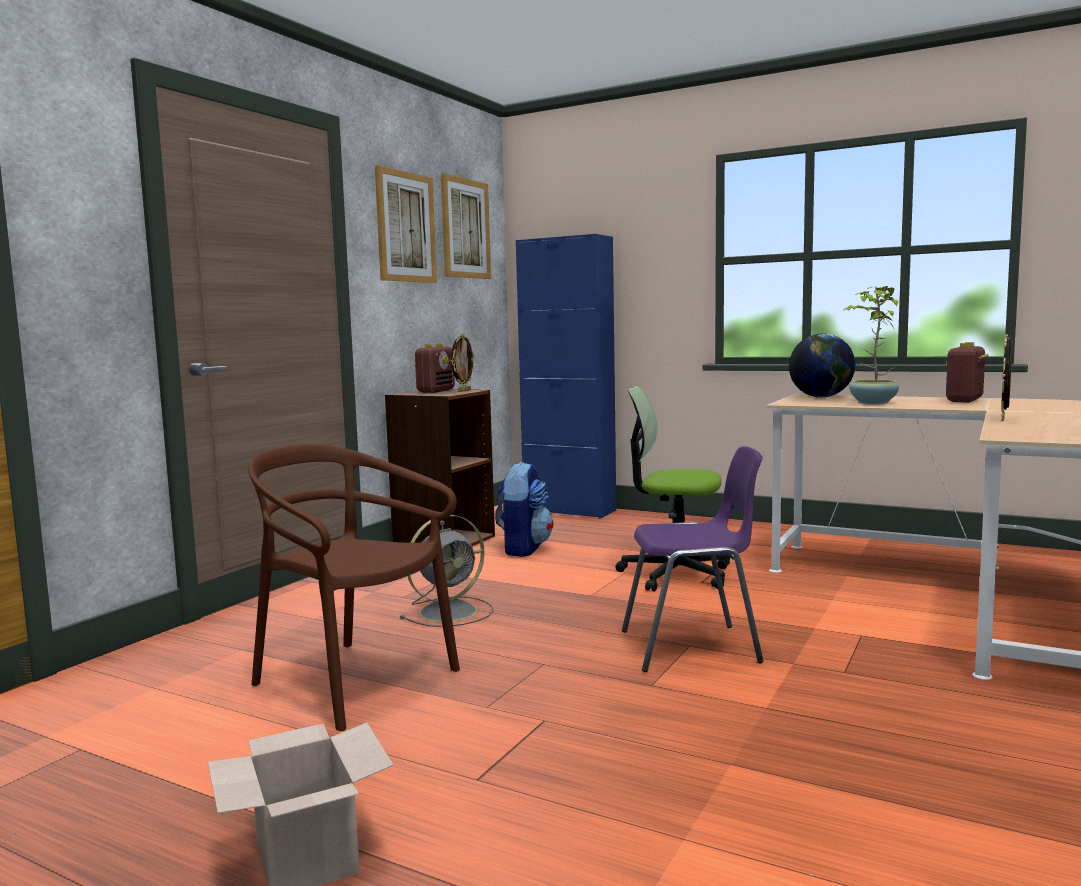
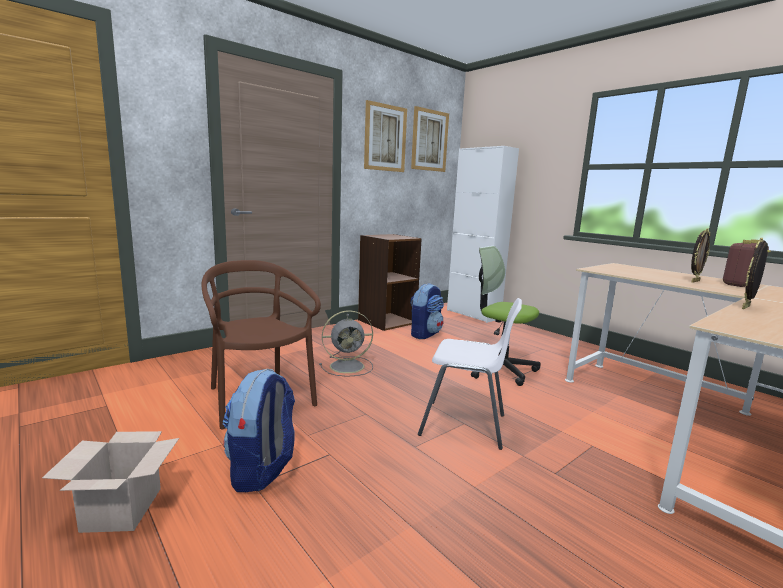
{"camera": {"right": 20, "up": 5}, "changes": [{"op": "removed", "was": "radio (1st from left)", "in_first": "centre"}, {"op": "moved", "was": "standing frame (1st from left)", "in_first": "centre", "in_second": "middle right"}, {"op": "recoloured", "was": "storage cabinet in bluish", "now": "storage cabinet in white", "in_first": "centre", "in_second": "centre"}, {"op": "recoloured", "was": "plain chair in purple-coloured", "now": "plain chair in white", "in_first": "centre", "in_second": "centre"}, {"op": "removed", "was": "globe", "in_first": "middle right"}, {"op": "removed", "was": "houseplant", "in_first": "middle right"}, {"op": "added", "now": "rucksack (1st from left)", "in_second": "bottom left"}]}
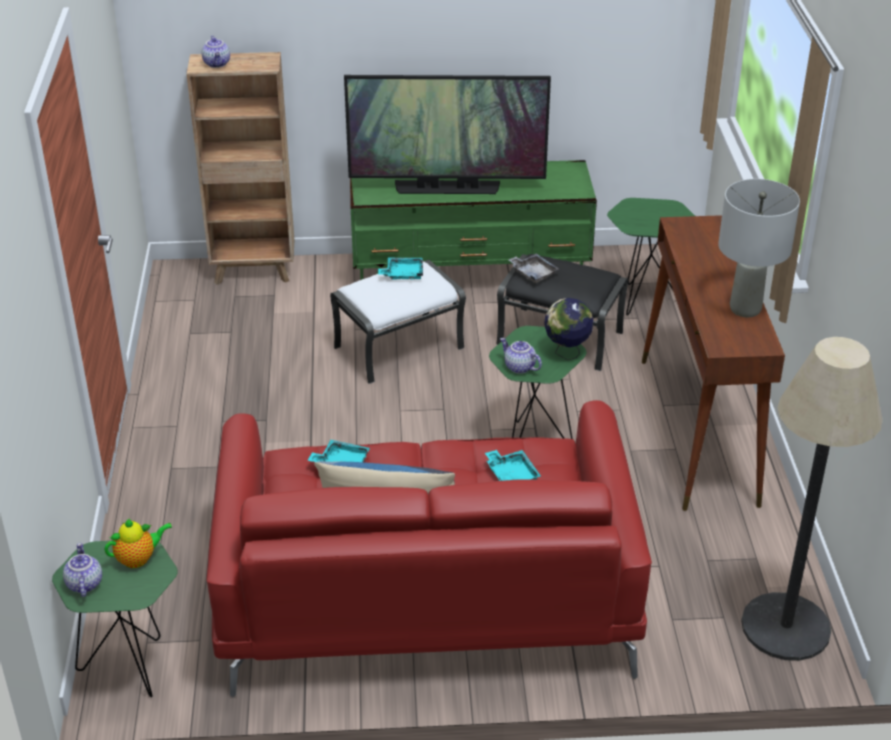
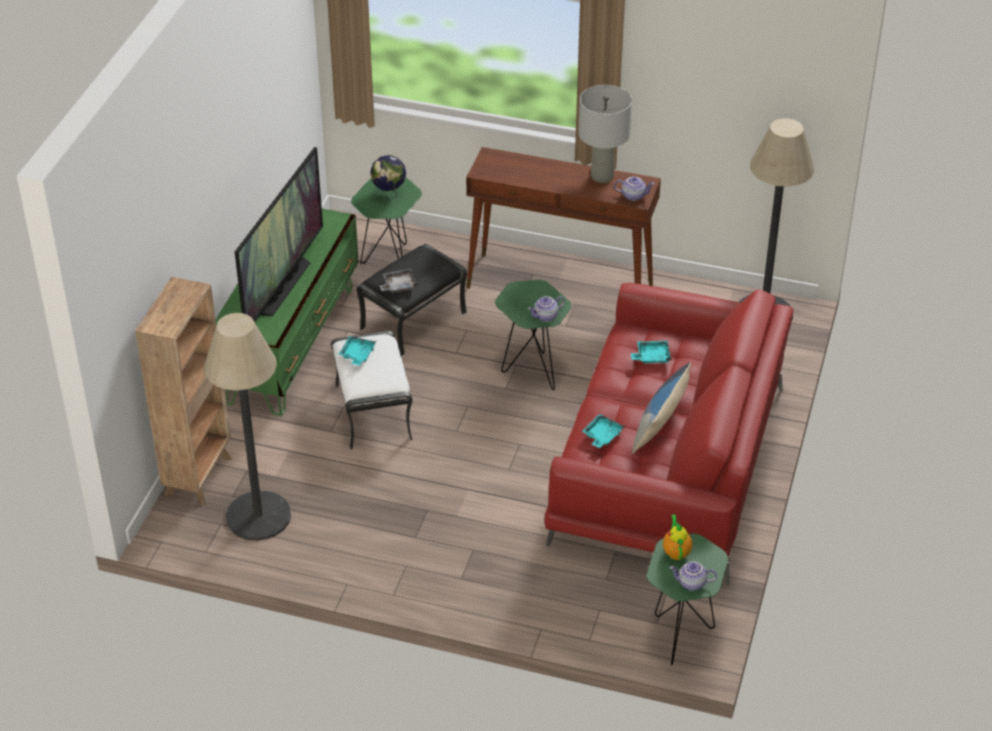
{"camera": {"right": -70, "up": 5}, "changes": [{"op": "moved", "was": "teapot (3rd from left in the first image)", "now": "teapot (2nd from left)", "in_first": "top left", "in_second": "top centre"}, {"op": "moved", "was": "globe", "in_first": "centre", "in_second": "top centre"}, {"op": "added", "now": "standard lamp (1st from left)", "in_second": "middle left"}]}
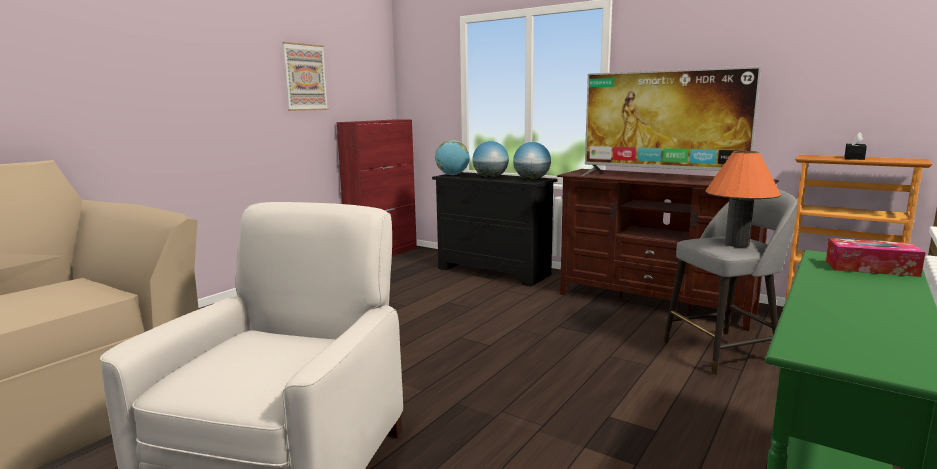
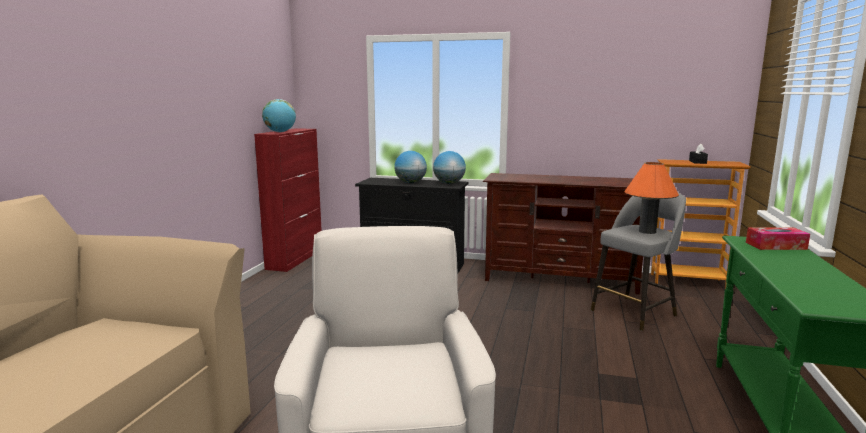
{"camera": {"right": -20, "up": 0}, "changes": [{"op": "removed", "was": "picture", "in_first": "top left"}, {"op": "moved", "was": "globe (1st from left)", "in_first": "centre", "in_second": "top left"}, {"op": "removed", "was": "TV set", "in_first": "top right"}]}
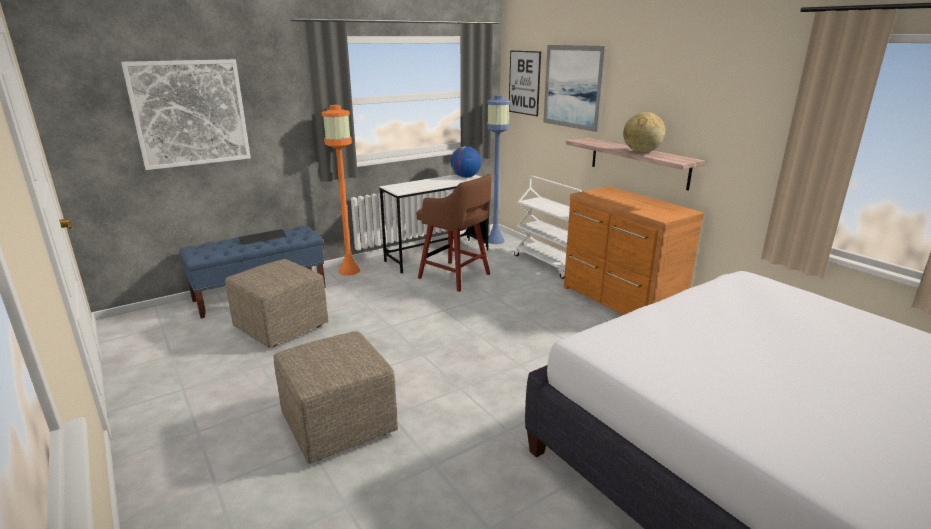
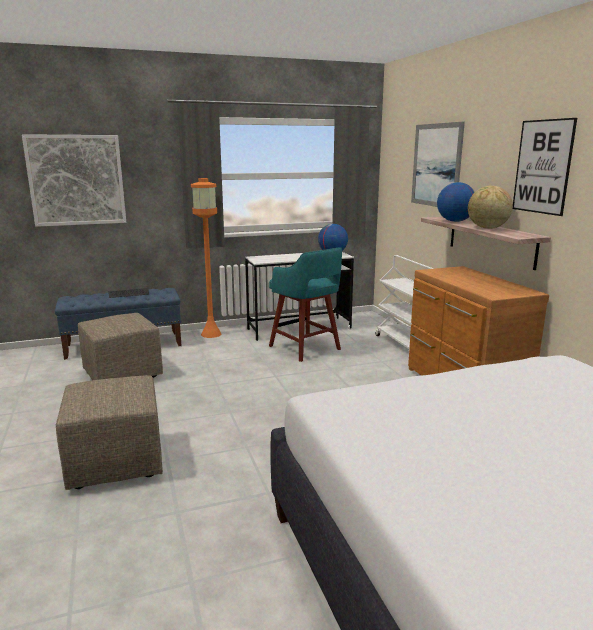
{"camera": {"right": 15, "up": -5}, "changes": [{"op": "recoloured", "was": "stool seat in brown-coloured", "now": "stool seat in turquoise", "in_first": "centre", "in_second": "centre"}, {"op": "removed", "was": "standard lamp in bluish", "in_first": "top centre"}, {"op": "moved", "was": "picture (2nd from left in the first image)", "now": "picture (3rd from left)", "in_first": "top centre", "in_second": "top right"}, {"op": "added", "now": "globe (2nd from left)", "in_second": "top right"}]}
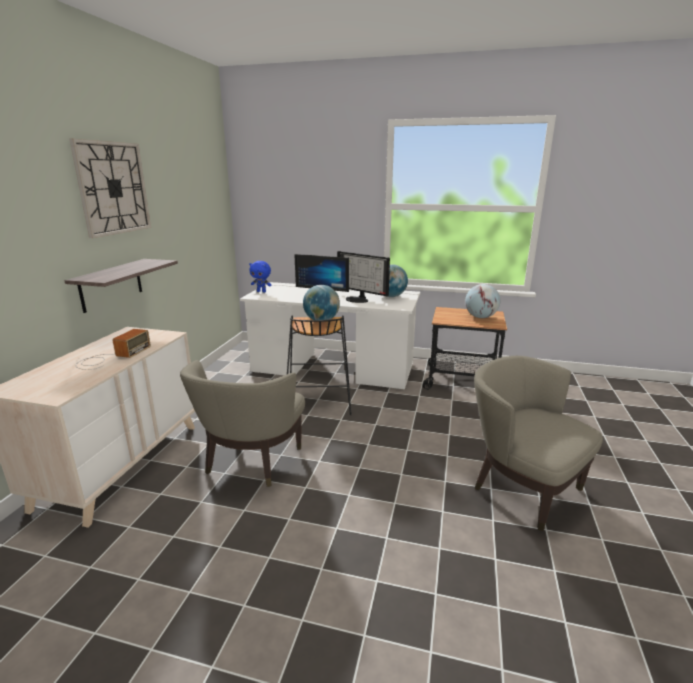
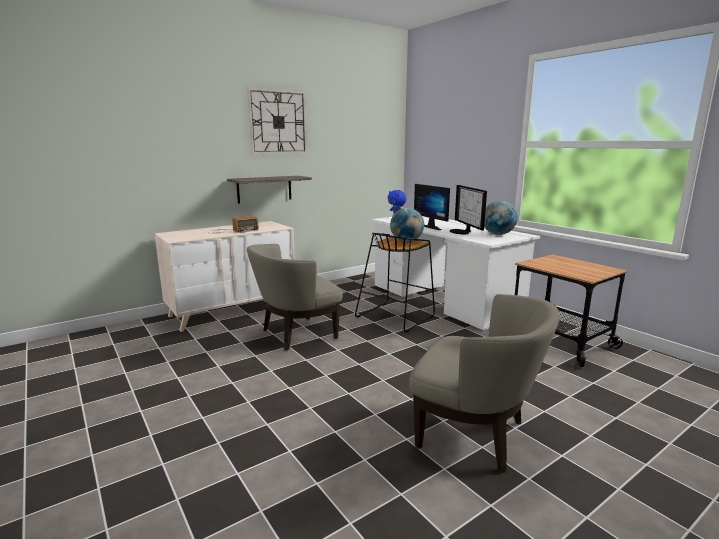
{"camera": {"right": 40, "up": -5}, "changes": [{"op": "removed", "was": "globe (3rd from left)", "in_first": "middle right"}, {"op": "turned", "was": "armchair in beige-coloured (2nd from left)", "in_first": "middle right", "in_second": "bottom right", "clockwise": 120}]}
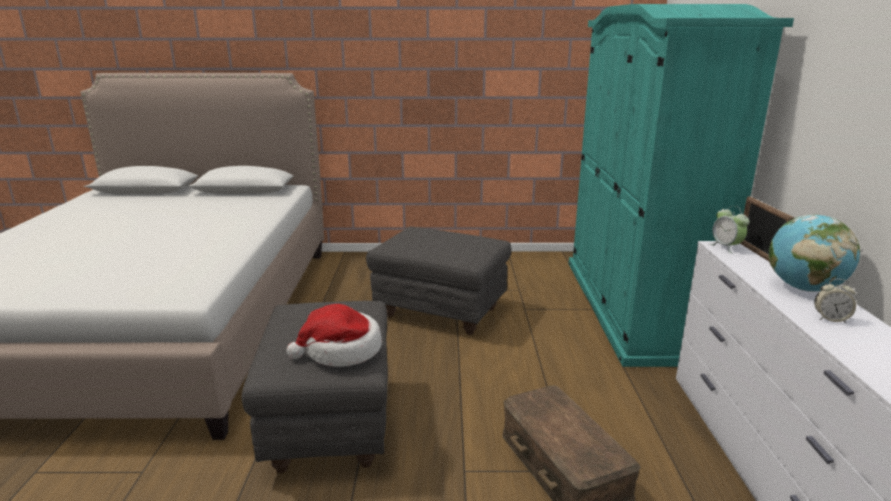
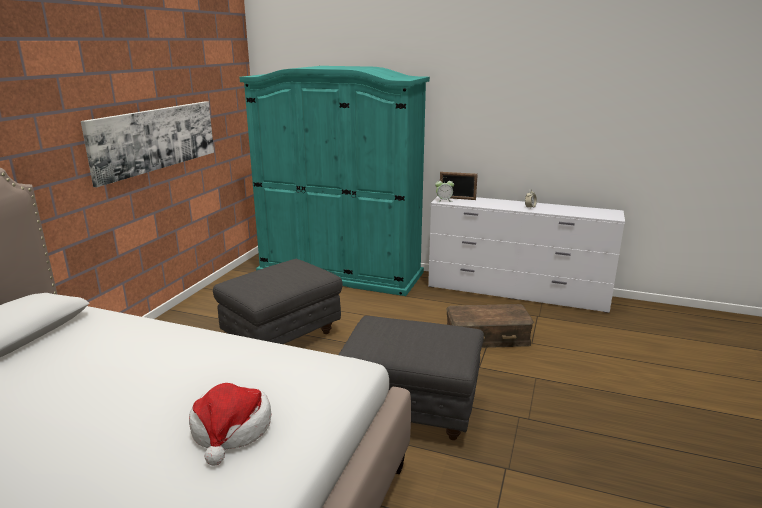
{"camera": {"right": -70, "up": 0}, "changes": [{"op": "moved", "was": "hat", "in_first": "bottom centre", "in_second": "bottom left"}, {"op": "removed", "was": "globe", "in_first": "middle right"}, {"op": "added", "now": "picture", "in_second": "top left"}]}
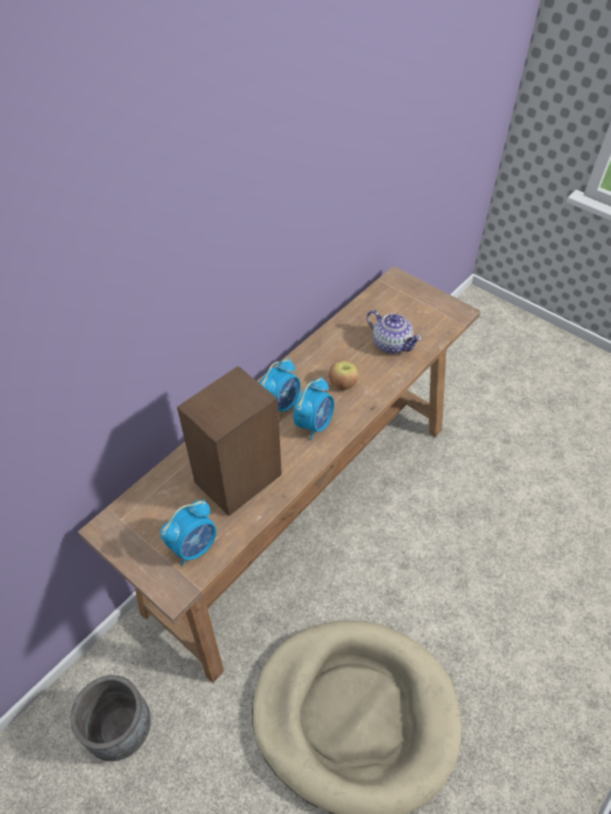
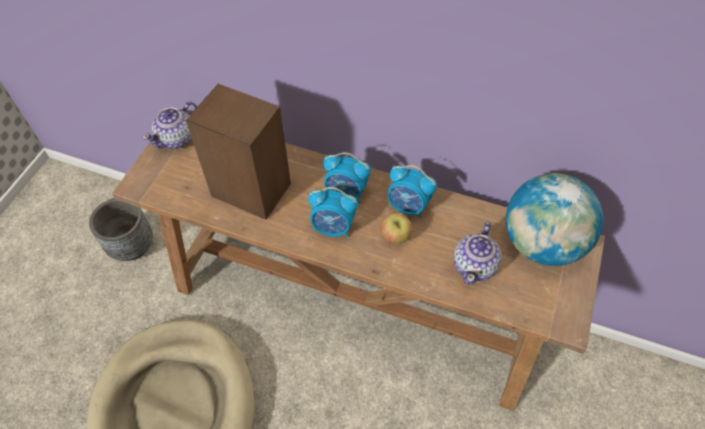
{"camera": {"right": 70, "up": 5}, "changes": [{"op": "moved", "was": "bedside clock (1st from left in the first image)", "now": "bedside clock (3rd from left)", "in_first": "middle left", "in_second": "centre"}, {"op": "added", "now": "teapot (1st from left)", "in_second": "top left"}, {"op": "added", "now": "globe", "in_second": "middle right"}]}
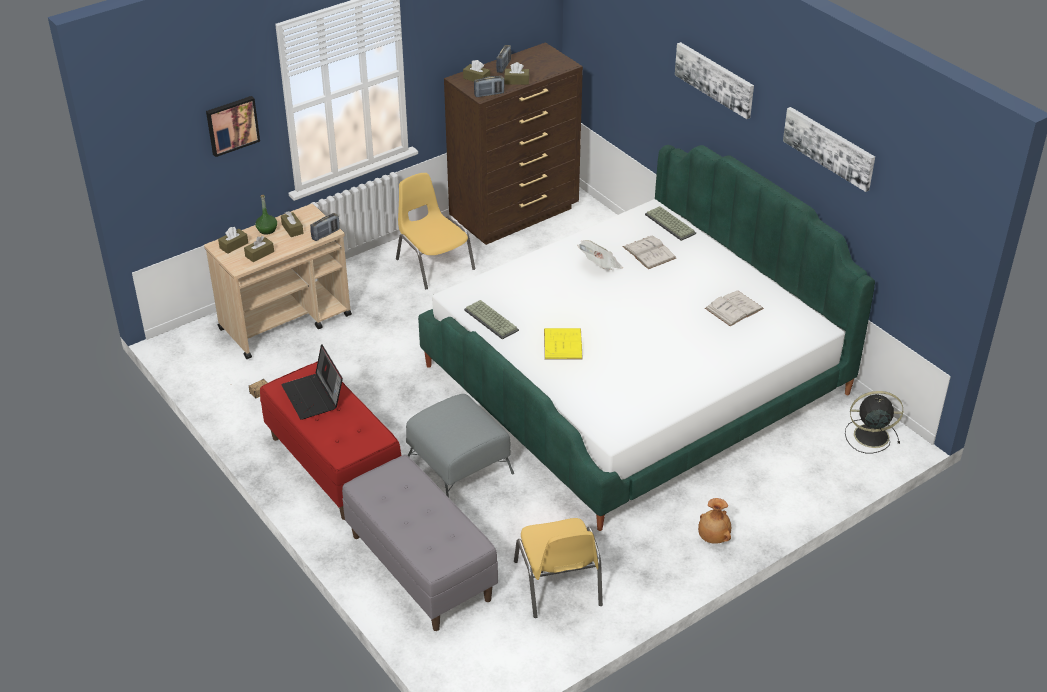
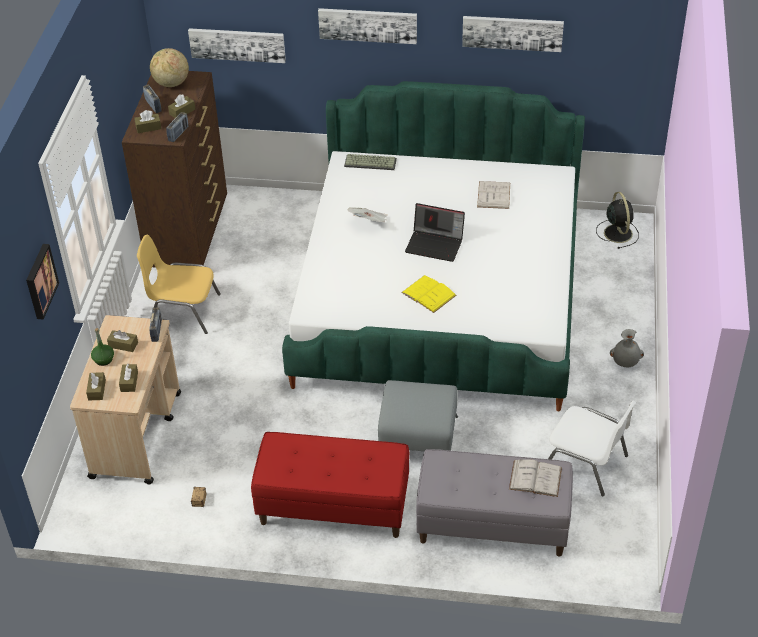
{"camera": {"right": -45, "up": 5}, "changes": [{"op": "moved", "was": "laptop", "in_first": "middle left", "in_second": "centre"}, {"op": "removed", "was": "PC keyboard (1st from left)", "in_first": "centre"}, {"op": "recoloured", "was": "plain chair in yellow (2nd from left)", "now": "plain chair in white", "in_first": "bottom centre", "in_second": "bottom right"}, {"op": "moved", "was": "book in white (1st from left in the first image)", "now": "book in white (2nd from left)", "in_first": "centre", "in_second": "bottom right"}, {"op": "recoloured", "was": "decorative vase in brown-coloured", "now": "decorative vase in gray", "in_first": "bottom right", "in_second": "middle right"}, {"op": "turned", "was": "fan in black-coloured", "in_first": "middle right", "in_second": "middle right", "clockwise": 120}, {"op": "added", "now": "globe", "in_second": "top left"}, {"op": "added", "now": "picture (2nd from left)", "in_second": "top left"}]}
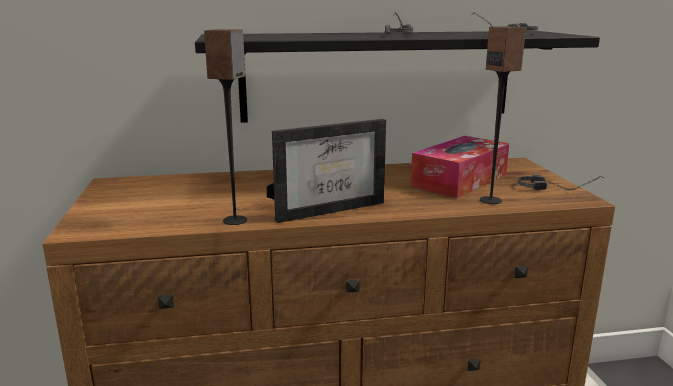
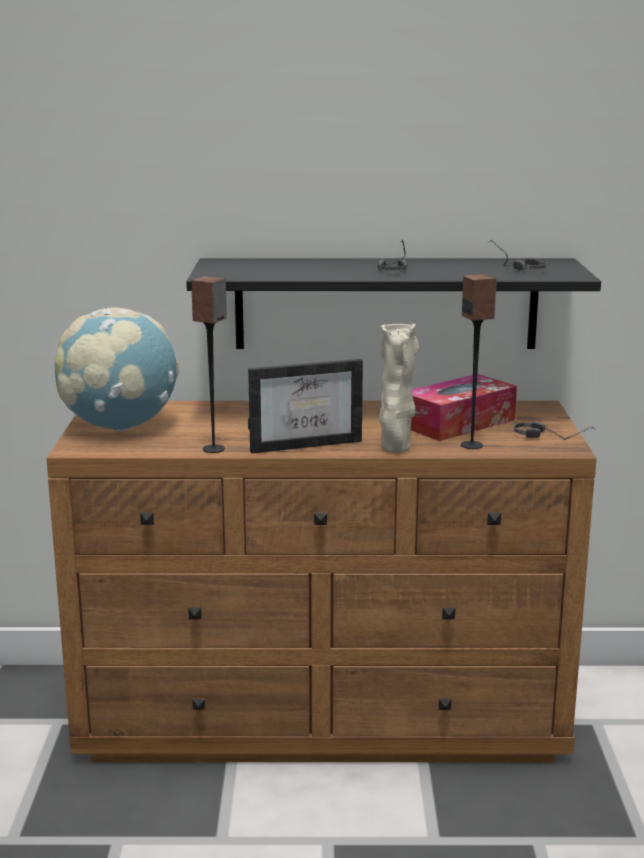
{"camera": {"right": 10, "up": 0}, "changes": [{"op": "added", "now": "globe", "in_second": "middle left"}, {"op": "added", "now": "decorative vase in beige-coloured", "in_second": "centre"}]}
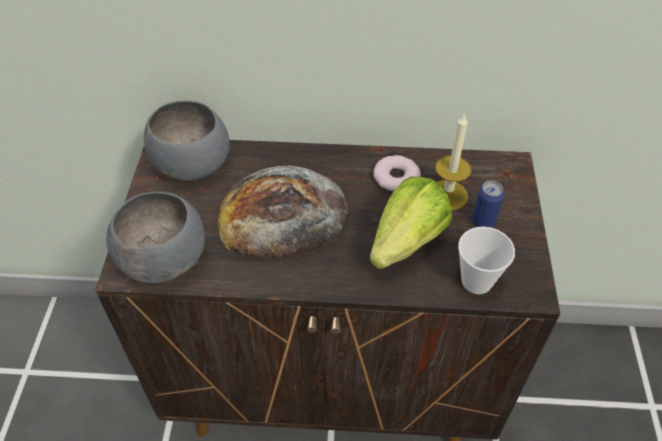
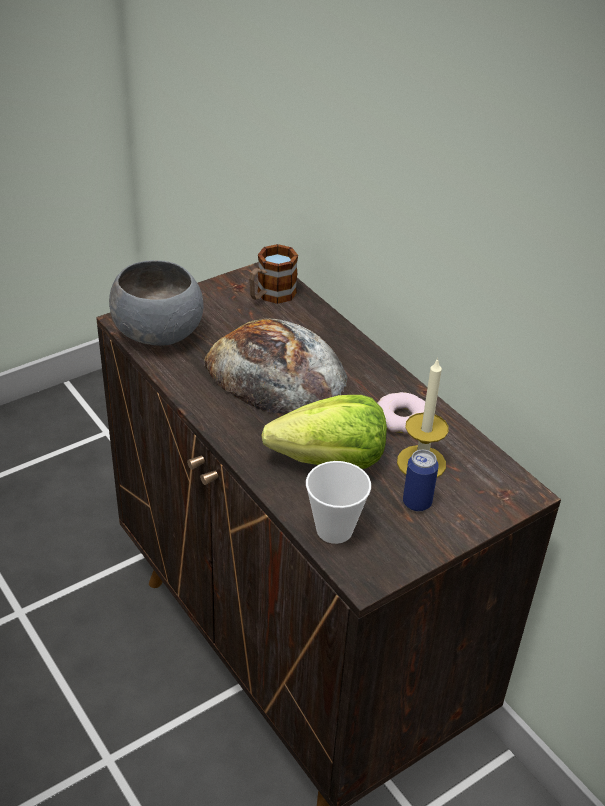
{"camera": {"right": 50, "up": -10}, "changes": [{"op": "replaced", "was": "serving bowl in gray (2nd from left)", "now": "coffee mug", "in_first": "top left", "in_second": "centre"}]}
